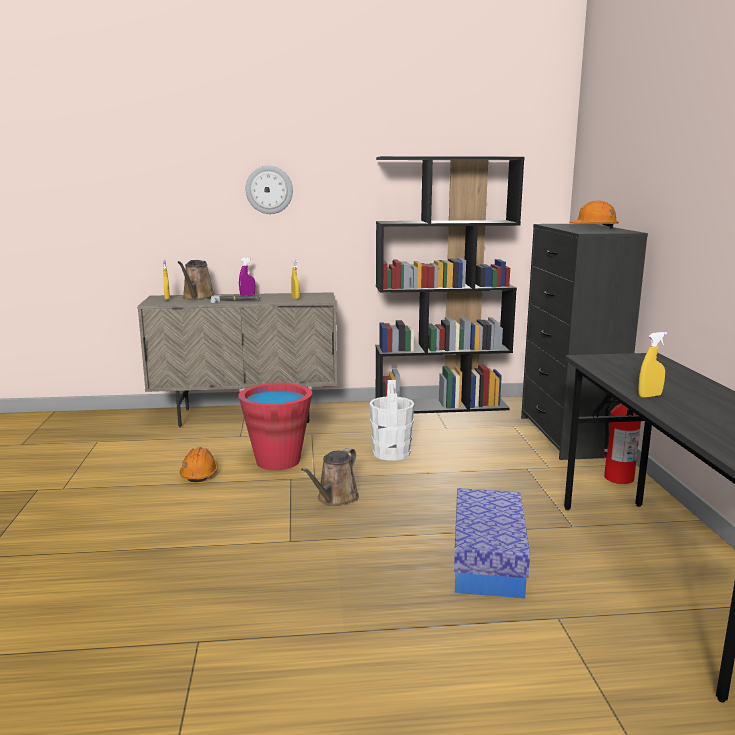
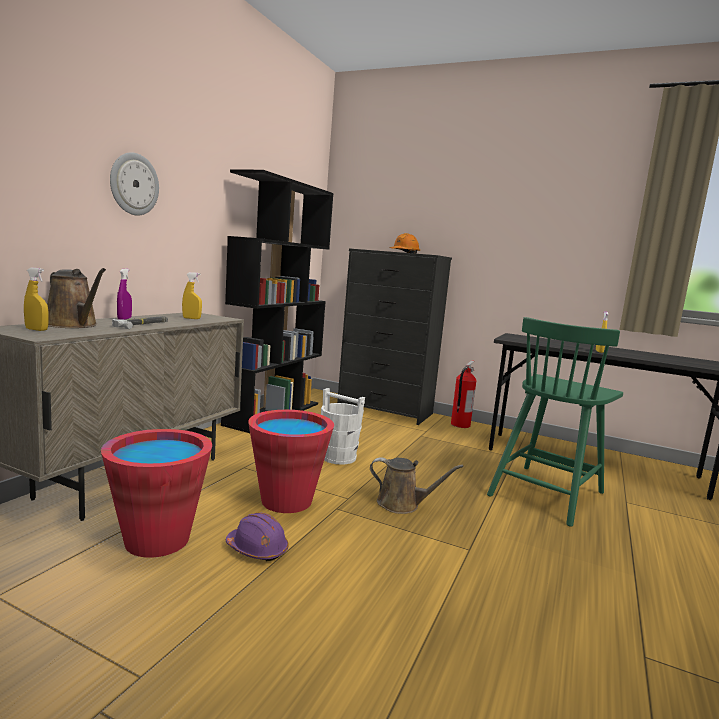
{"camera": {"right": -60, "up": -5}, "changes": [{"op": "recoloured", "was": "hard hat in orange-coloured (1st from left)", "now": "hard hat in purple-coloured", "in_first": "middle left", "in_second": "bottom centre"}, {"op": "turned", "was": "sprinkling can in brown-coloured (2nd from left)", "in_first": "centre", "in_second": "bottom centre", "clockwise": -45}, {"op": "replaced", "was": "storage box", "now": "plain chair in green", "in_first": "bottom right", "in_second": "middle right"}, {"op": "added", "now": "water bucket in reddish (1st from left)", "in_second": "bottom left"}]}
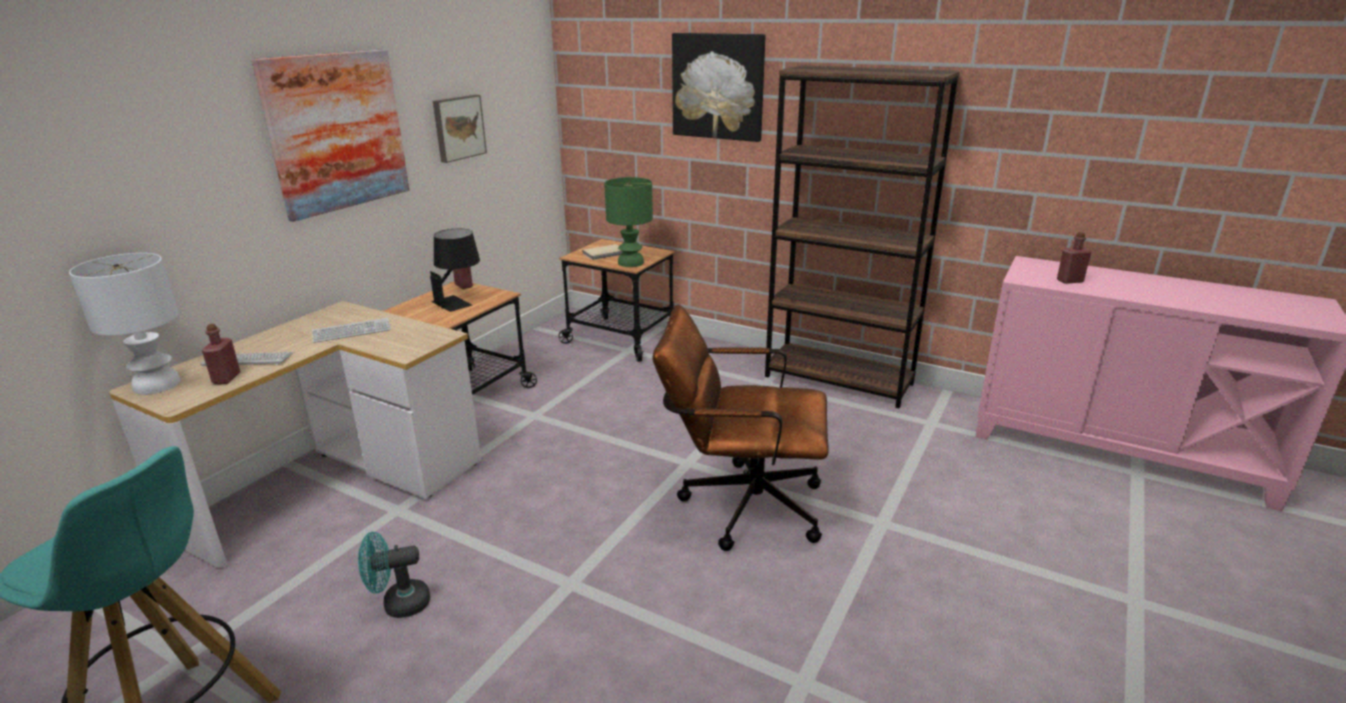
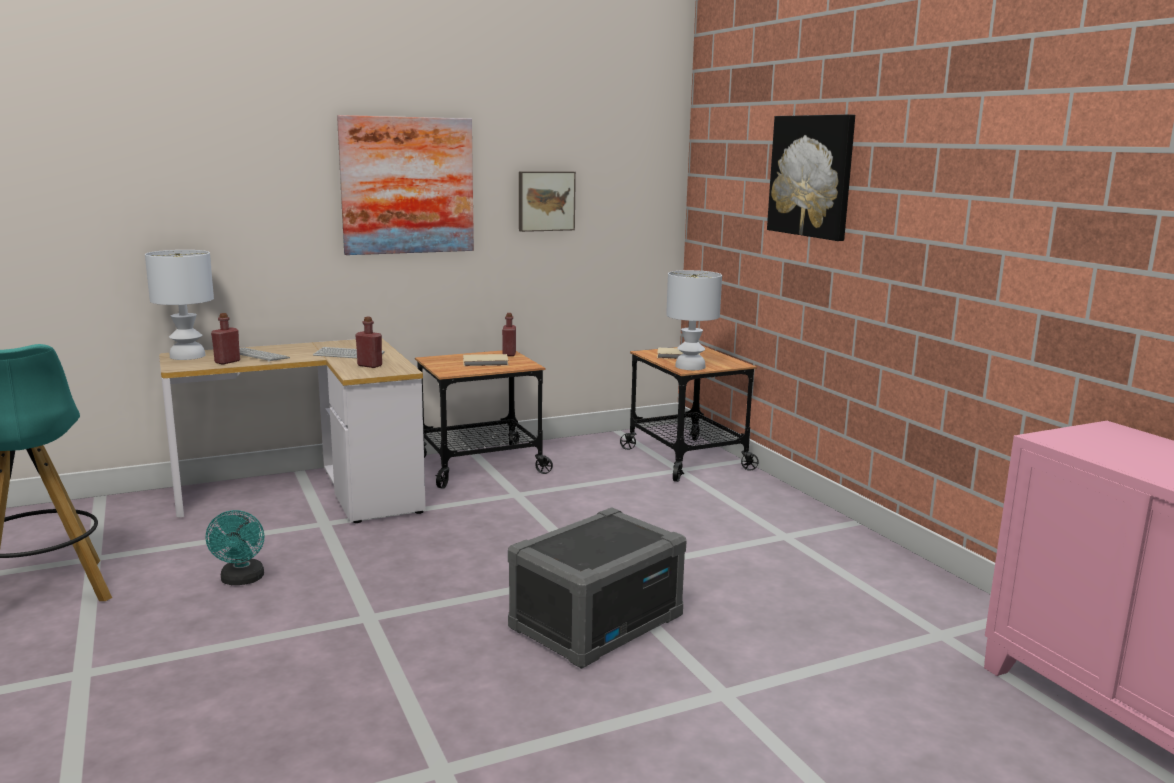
{"camera": {"right": 35, "up": -10}, "changes": [{"op": "turned", "was": "fan in turquoise", "in_first": "bottom left", "in_second": "bottom left", "clockwise": -120}, {"op": "replaced", "was": "tabletop lamp in black-coloured", "now": "book in beige-coloured (1st from left)", "in_first": "centre", "in_second": "centre"}, {"op": "recoloured", "was": "tabletop lamp in green", "now": "tabletop lamp in white (2nd from left)", "in_first": "top centre", "in_second": "centre"}, {"op": "replaced", "was": "computer chair in brown-coloured", "now": "storage box in gray", "in_first": "centre", "in_second": "bottom centre"}, {"op": "removed", "was": "bookcase in brown-coloured", "in_first": "centre"}, {"op": "moved", "was": "beverage bottle in reddish (3rd from left in the first image)", "now": "beverage bottle in reddish (2nd from left)", "in_first": "middle right", "in_second": "middle left"}]}
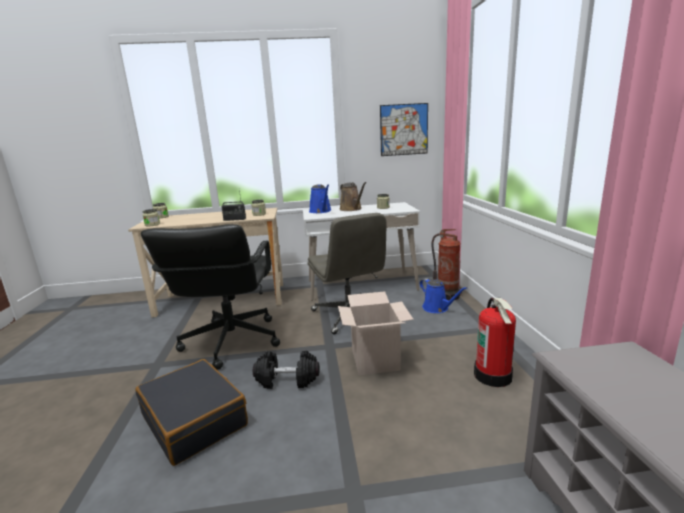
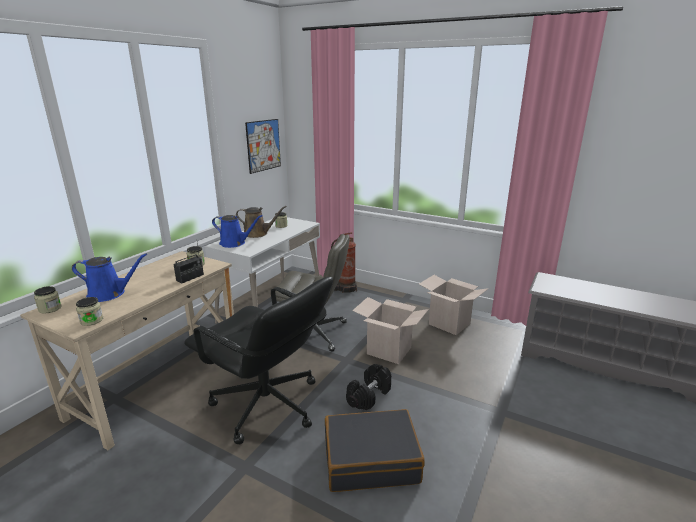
{"camera": {"right": -55, "up": 5}, "changes": [{"op": "moved", "was": "sprinkling can in bluish (2nd from left in the first image)", "now": "sprinkling can in bluish (1st from left)", "in_first": "centre", "in_second": "middle left"}, {"op": "replaced", "was": "fire-fighting cylinder (2nd from left)", "now": "carton (2nd from left)", "in_first": "bottom right", "in_second": "centre"}]}
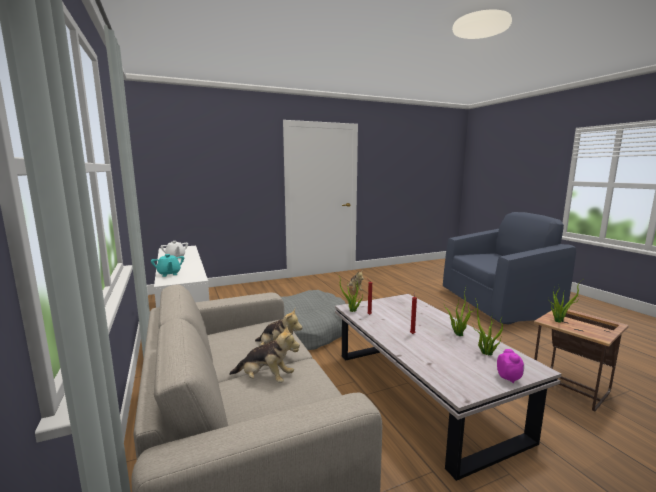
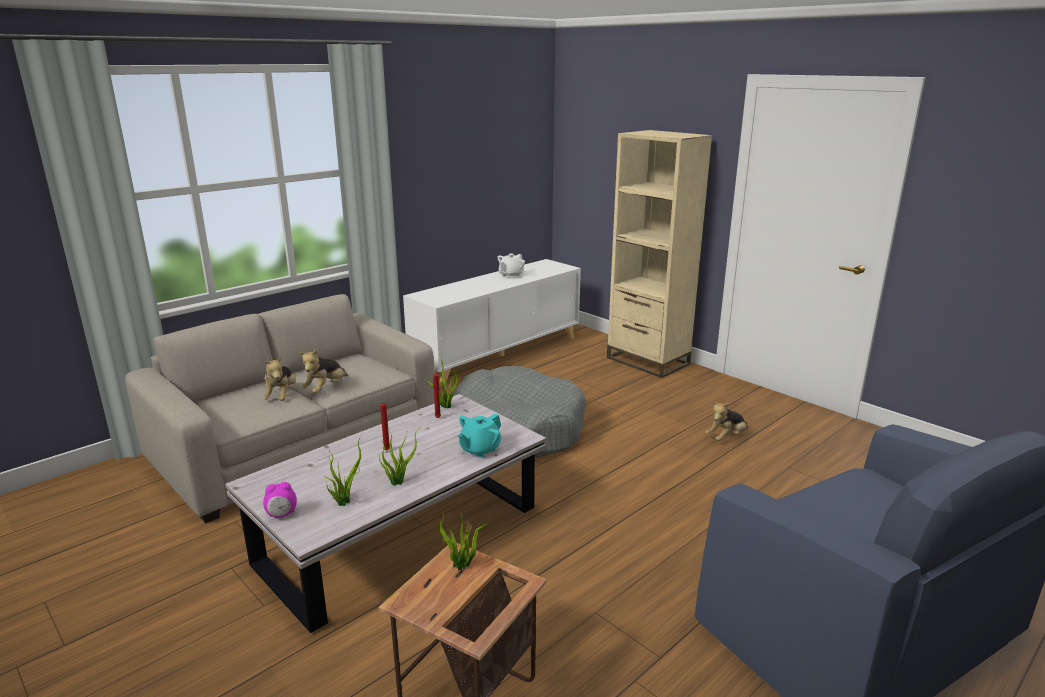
{"camera": {"right": 70, "up": 10}, "changes": [{"op": "moved", "was": "teapot in turquoise", "in_first": "middle left", "in_second": "centre"}, {"op": "added", "now": "bookcase in beige-coloured", "in_second": "centre"}]}
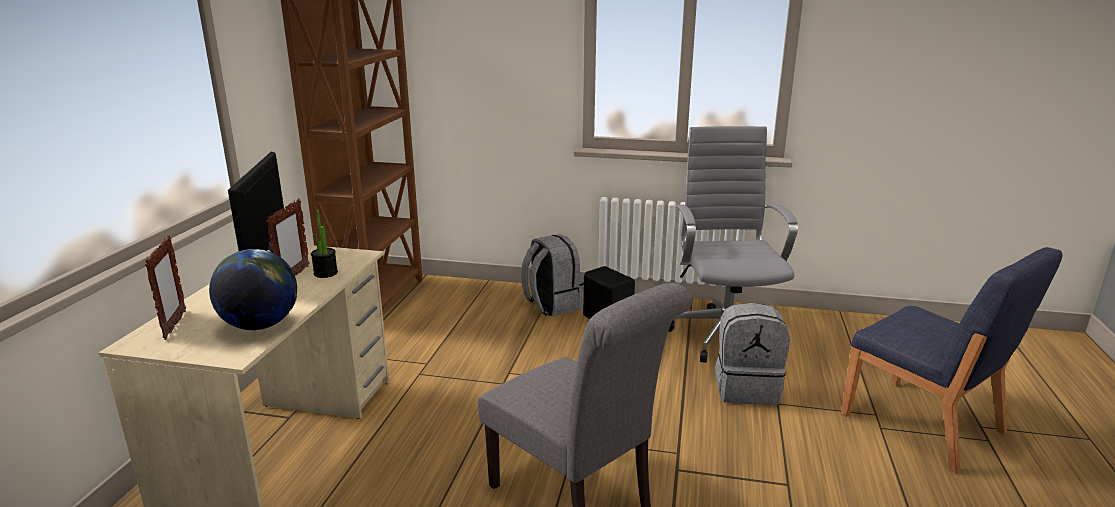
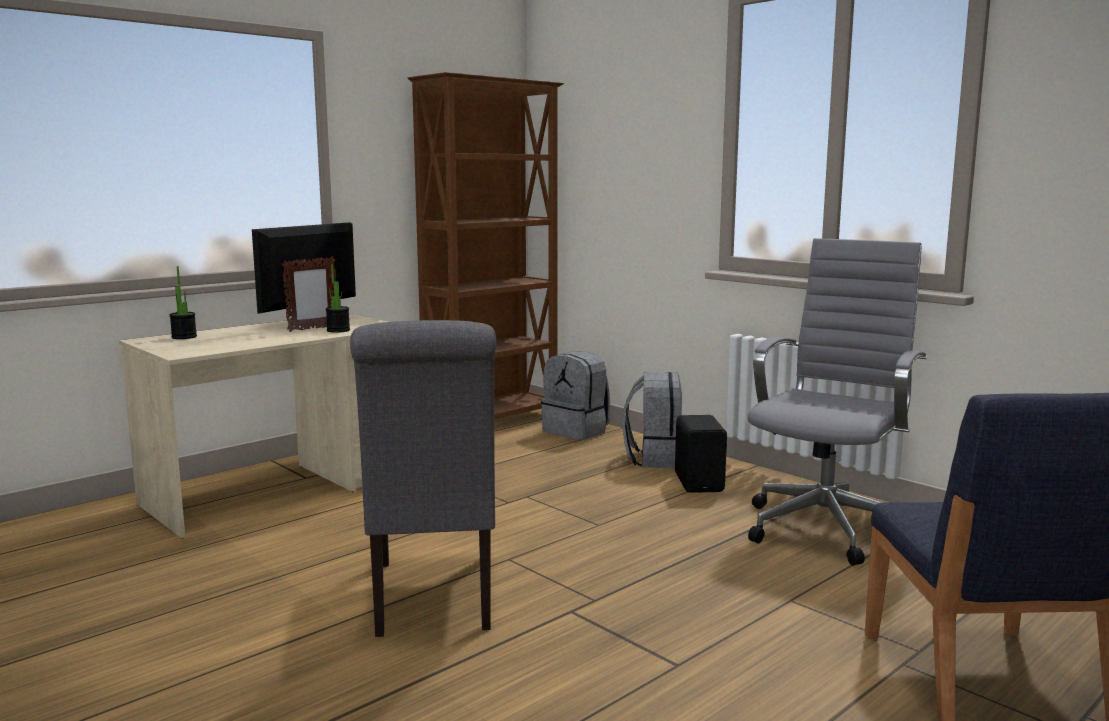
{"camera": {"right": 35, "up": -10}, "changes": [{"op": "replaced", "was": "standing frame (1st from left)", "now": "houseplant (1st from left)", "in_first": "middle left", "in_second": "middle left"}, {"op": "removed", "was": "globe", "in_first": "middle left"}, {"op": "moved", "was": "rucksack in gray (2nd from left in the first image)", "now": "rucksack in gray (1st from left)", "in_first": "bottom right", "in_second": "centre"}]}
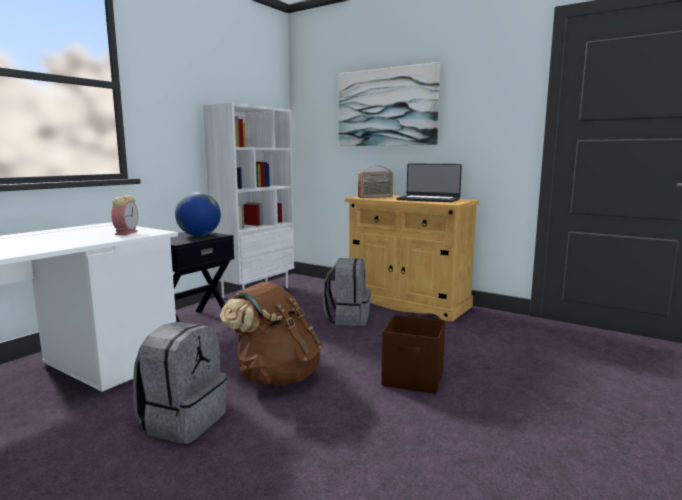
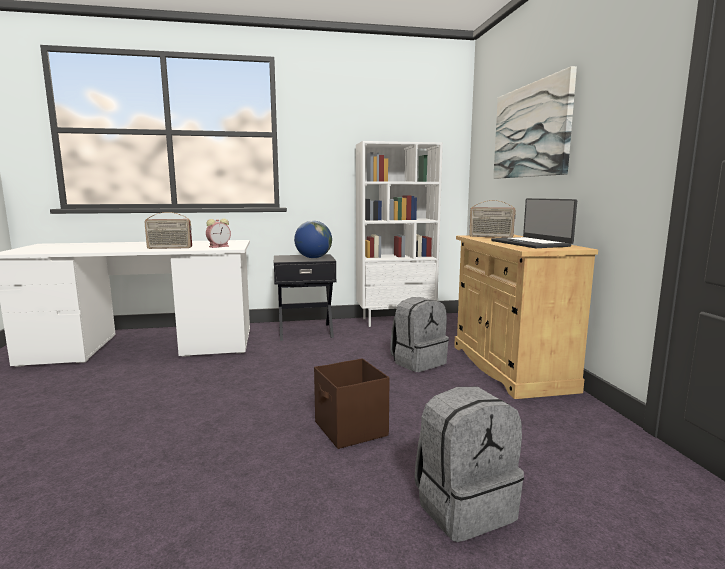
{"camera": {"right": 45, "up": 0}, "changes": [{"op": "moved", "was": "rucksack in gray (1st from left in the first image)", "now": "rucksack in gray (2nd from left)", "in_first": "bottom left", "in_second": "bottom centre"}, {"op": "removed", "was": "rucksack in brown-coloured", "in_first": "bottom centre"}, {"op": "added", "now": "radio (1st from left)", "in_second": "middle left"}]}
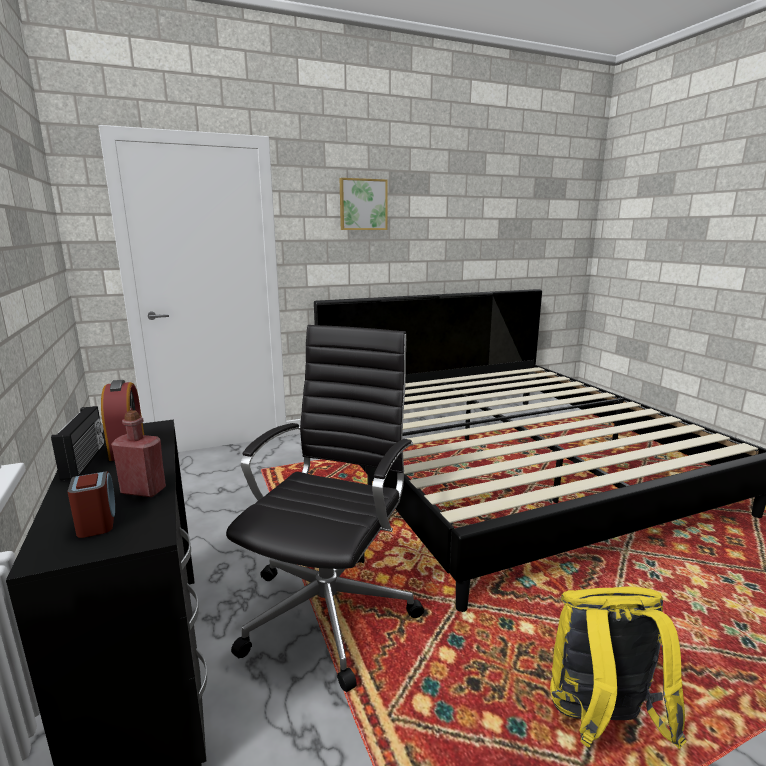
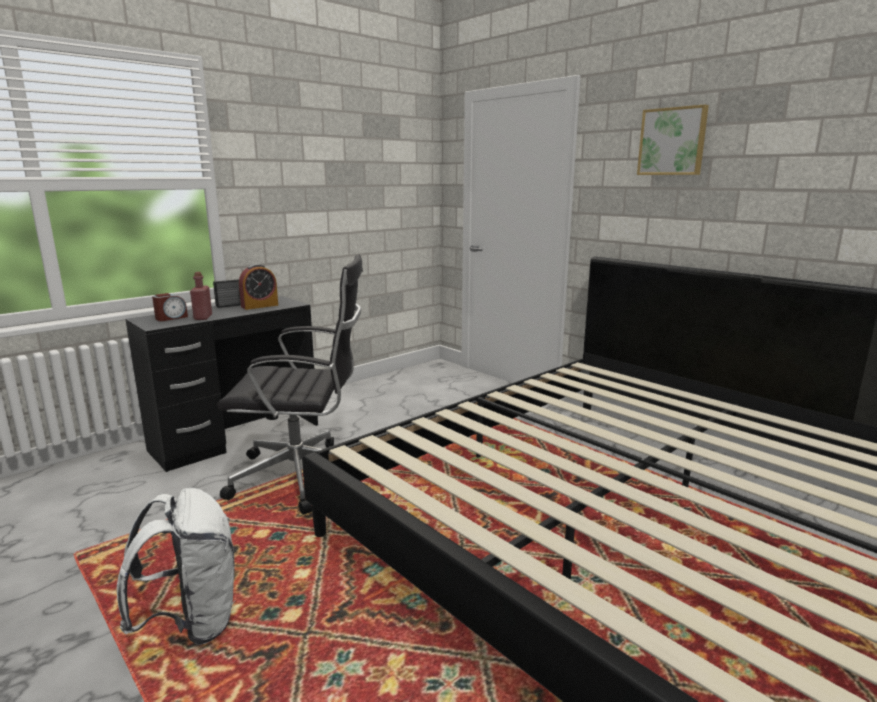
{"camera": {"right": 70, "up": 0}, "changes": [{"op": "recoloured", "was": "rucksack in yellow", "now": "rucksack in white", "in_first": "bottom right", "in_second": "bottom left"}]}
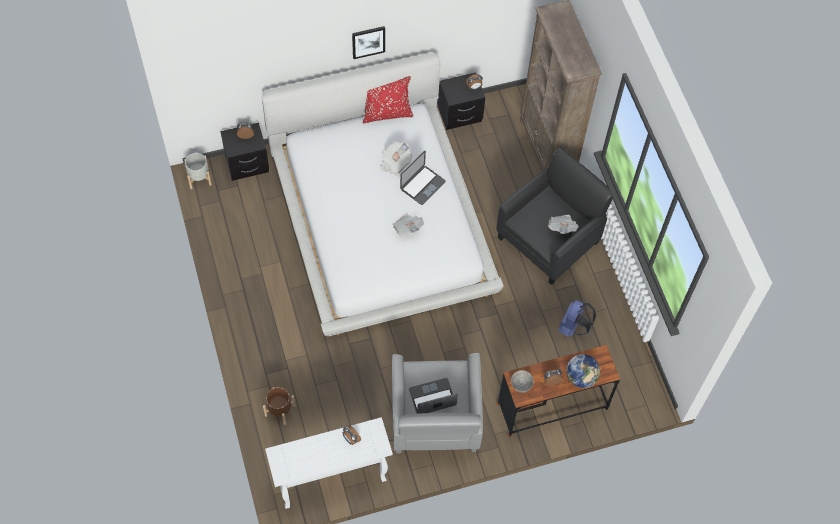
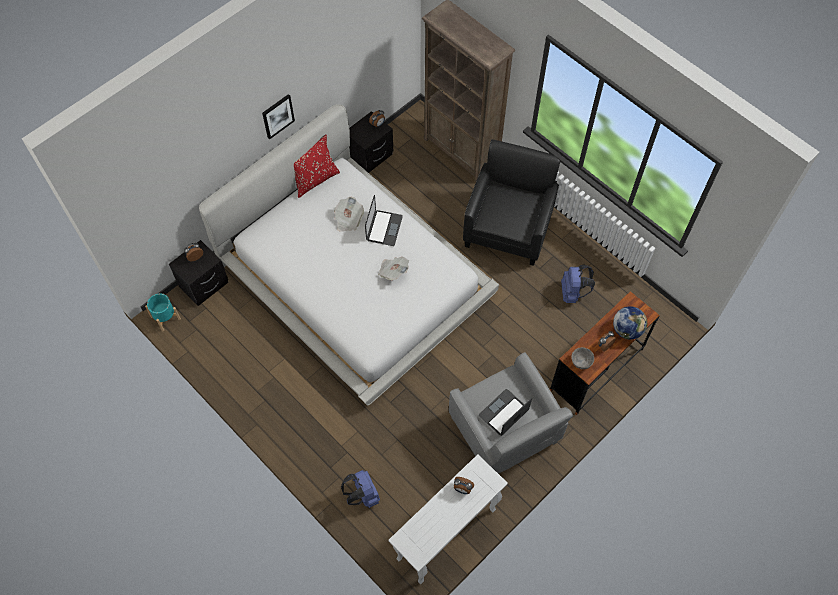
{"camera": {"right": -25, "up": 0}, "changes": [{"op": "recoloured", "was": "plant pot in gray", "now": "plant pot in turquoise", "in_first": "top left", "in_second": "middle left"}, {"op": "replaced", "was": "plant pot in brown-coloured", "now": "rucksack in bluish (1st from left)", "in_first": "bottom left", "in_second": "bottom centre"}, {"op": "removed", "was": "daily paper (3rd from left)", "in_first": "middle right"}]}
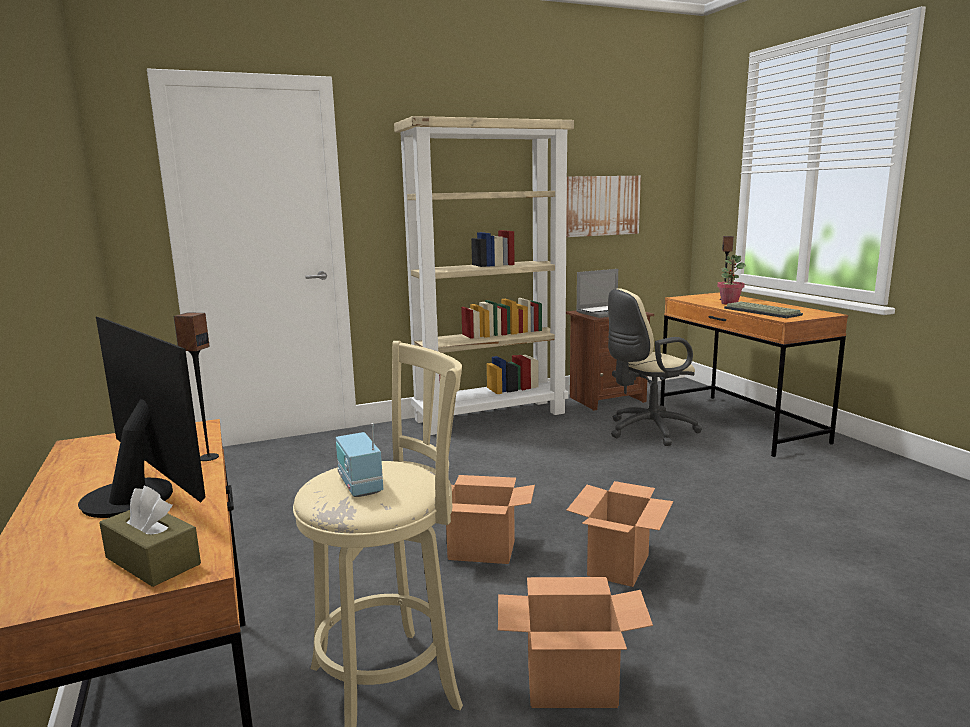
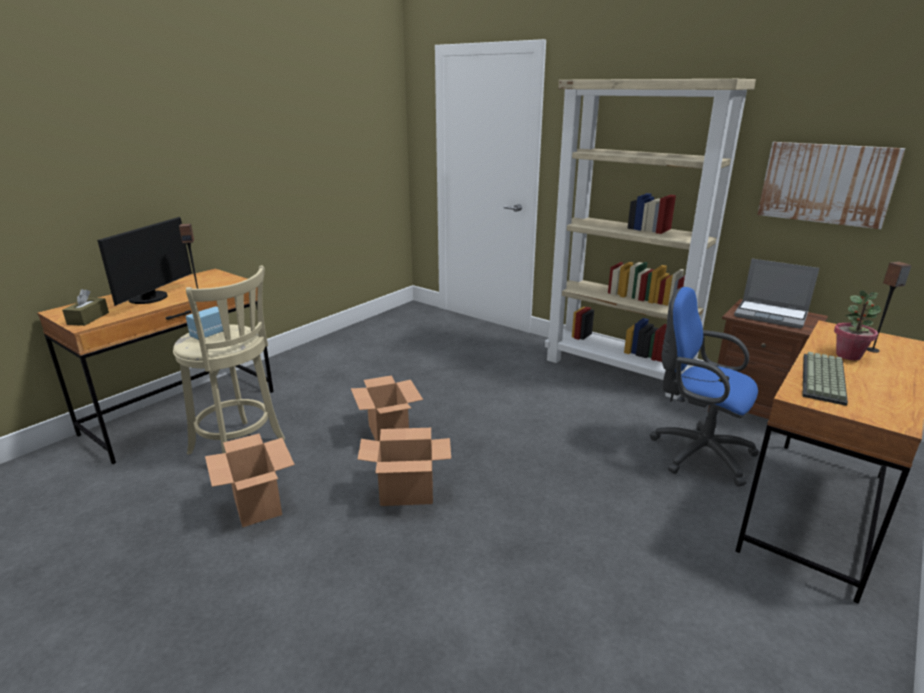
{"camera": {"right": 60, "up": 10}, "changes": [{"op": "recoloured", "was": "computer chair in beige-coloured", "now": "computer chair in bluish", "in_first": "middle right", "in_second": "middle right"}]}
